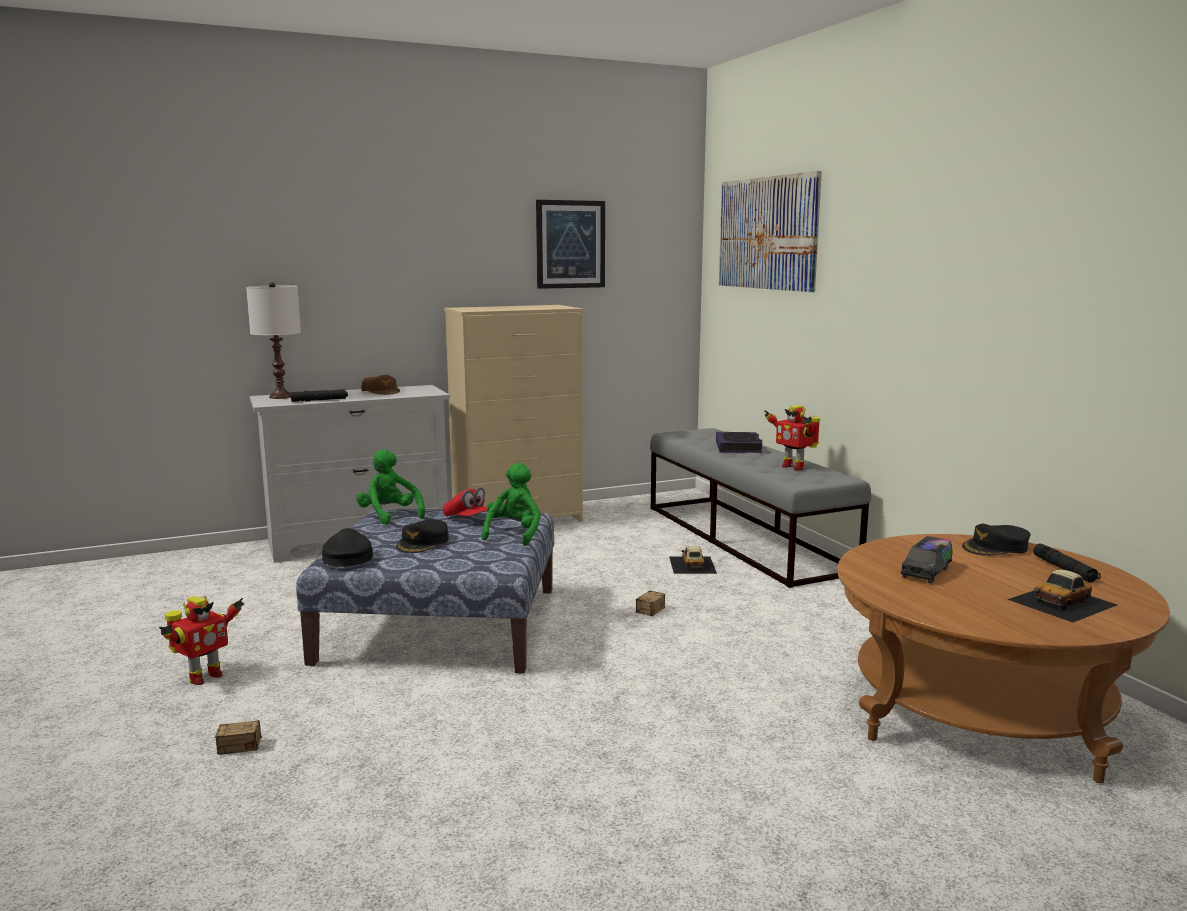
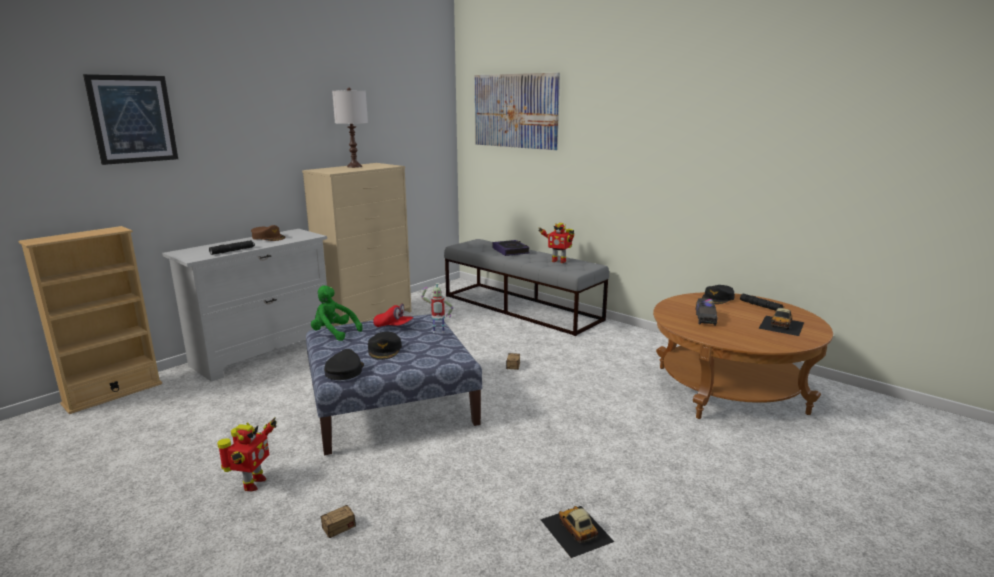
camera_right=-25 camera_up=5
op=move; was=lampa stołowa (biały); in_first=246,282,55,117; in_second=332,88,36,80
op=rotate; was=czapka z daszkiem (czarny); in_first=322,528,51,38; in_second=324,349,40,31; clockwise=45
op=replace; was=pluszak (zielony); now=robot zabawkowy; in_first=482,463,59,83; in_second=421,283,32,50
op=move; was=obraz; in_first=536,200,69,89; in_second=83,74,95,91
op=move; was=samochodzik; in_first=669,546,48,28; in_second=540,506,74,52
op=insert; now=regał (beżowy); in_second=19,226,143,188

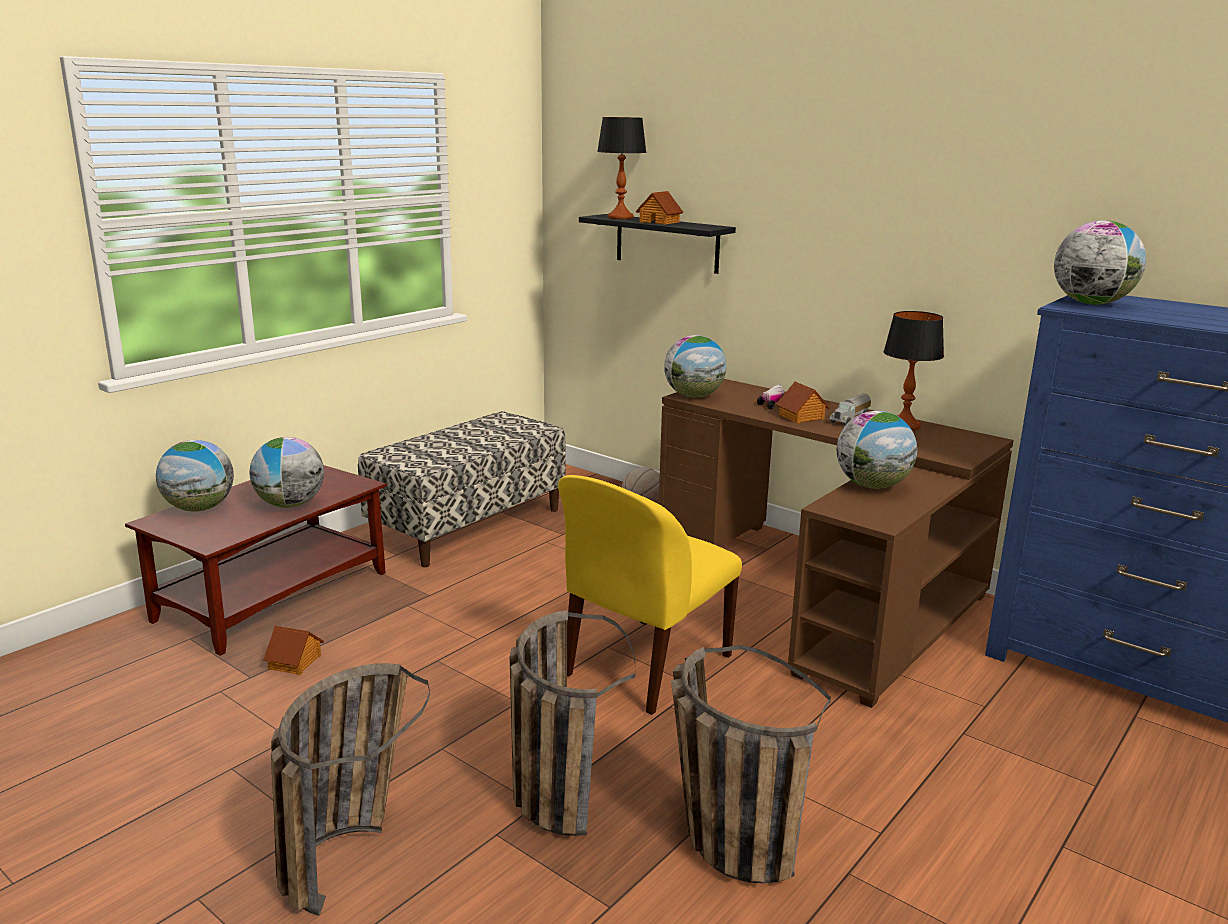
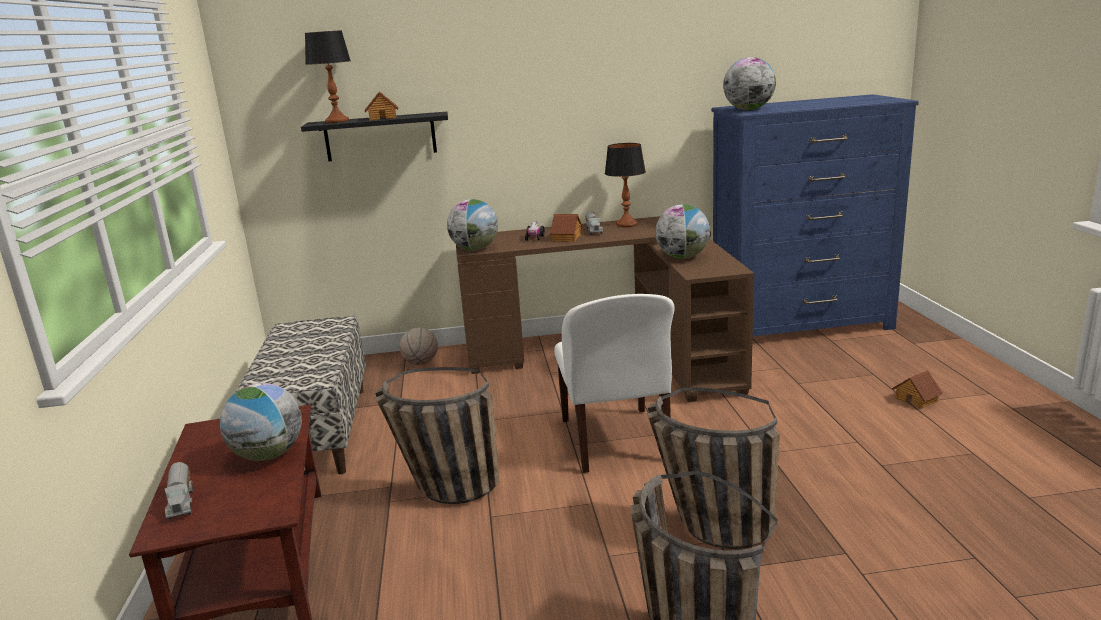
camera_right=-45 camera_up=0
op=replace; was=globus; now=ciężarówka zabawkowa; in_first=156,440,78,72; in_second=165,462,28,57
op=move; was=domek; in_first=263,626,61,49; in_second=892,370,51,39
op=recolor; was=krzesło (żółty); now=krzesło (biały); in_first=558,475,184,240; in_second=554,294,121,179
op=move; was=koszyk; in_first=671,645,160,238; in_second=375,367,125,137

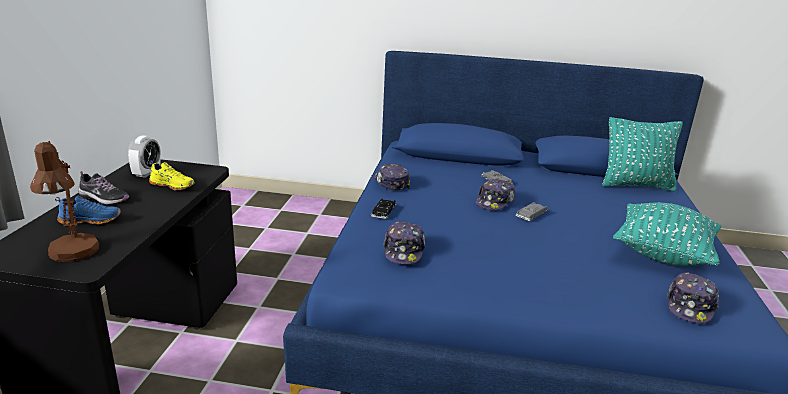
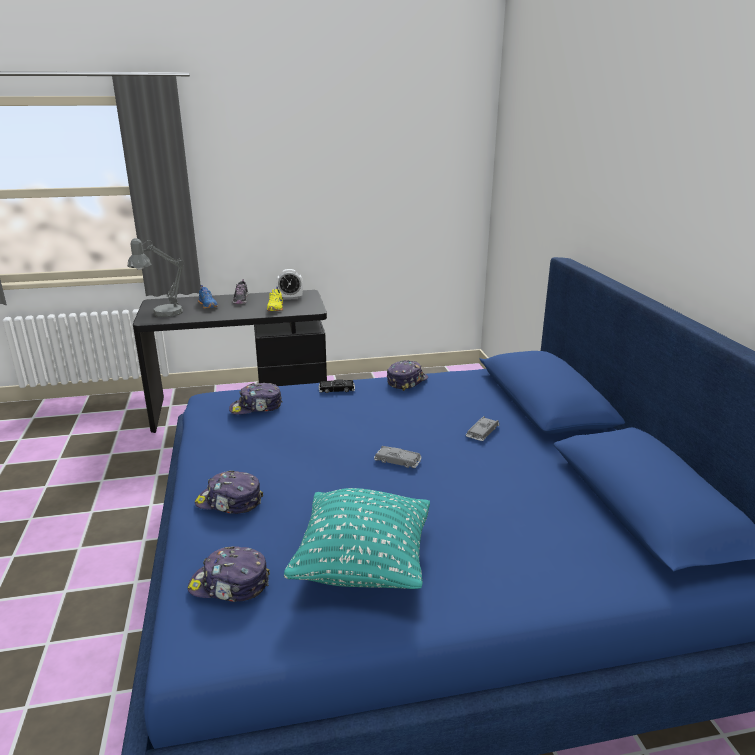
camera_right=70 camera_up=0
op=recolor; was=lampa stołowa (brązowy); now=lampa stołowa (szary); in_first=30,141,69,121; in_second=128,238,56,79
op=move; was=czapka z daszkiem; in_first=476,178,39,32; in_second=195,471,68,43
op=delete; was=poduszka (turkusowy); in_first=602,117,81,74

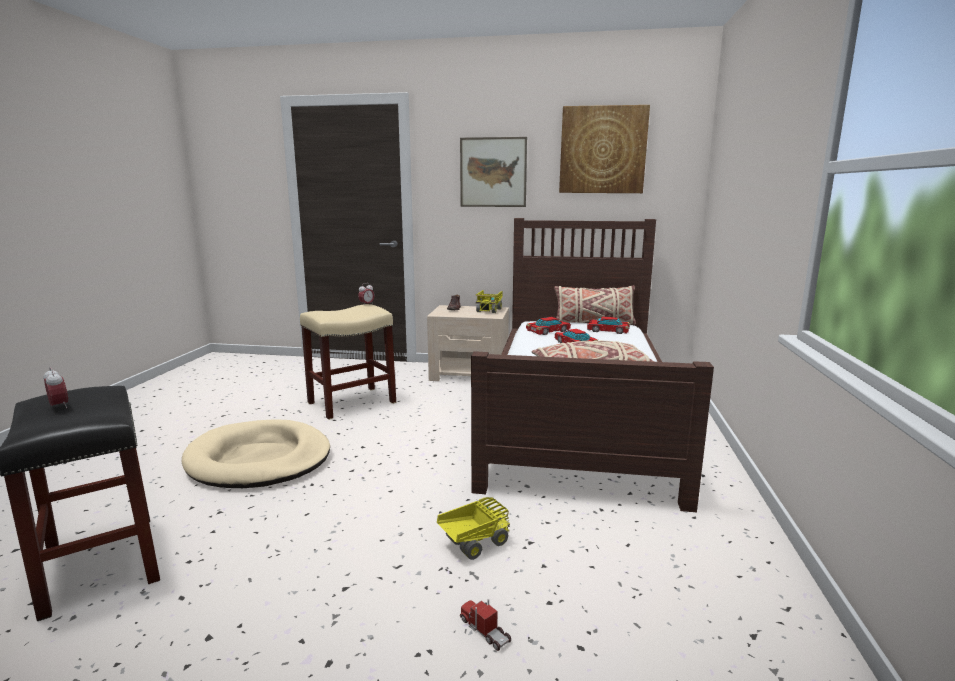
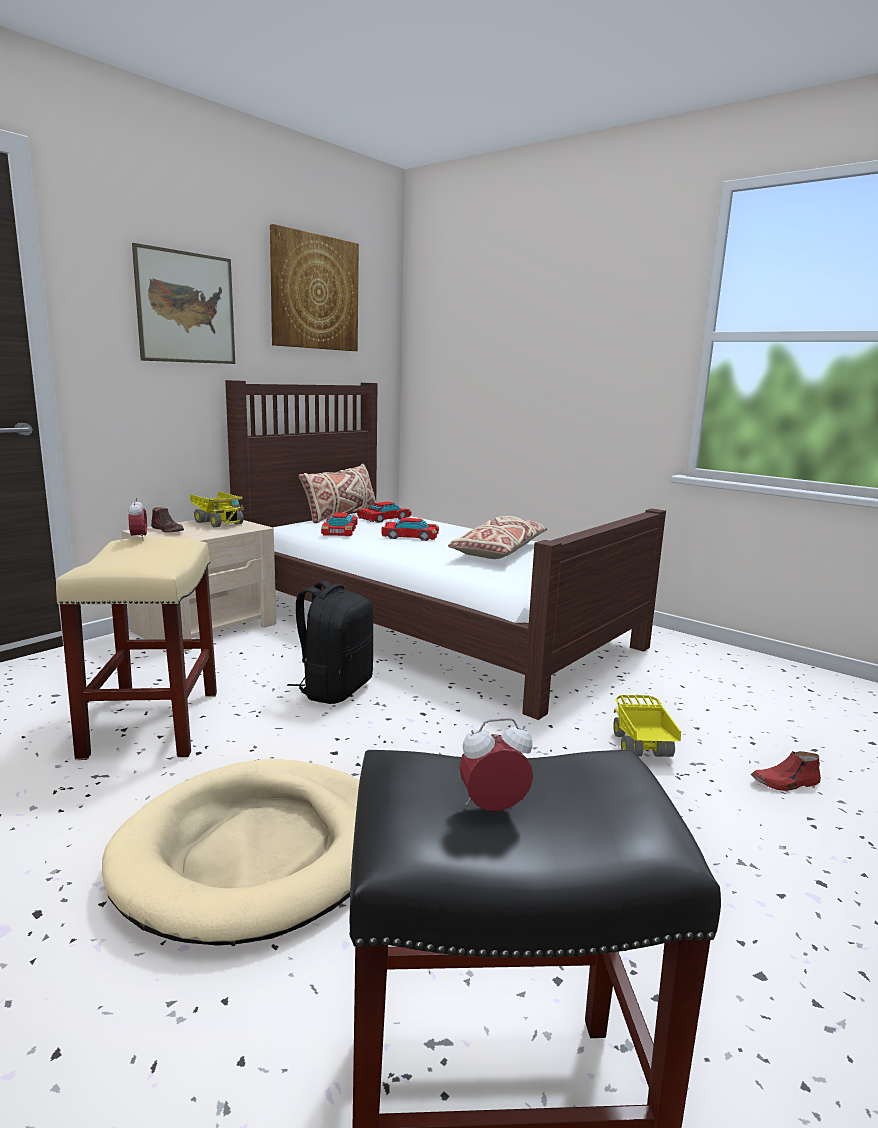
camera_right=-60 camera_up=0
op=replace; was=ciężarówka zabawkowa; now=but (czerwony); in_first=460,599,51,52; in_second=751,751,70,40
op=insert; now=plecak (czarny); in_second=287,580,86,124

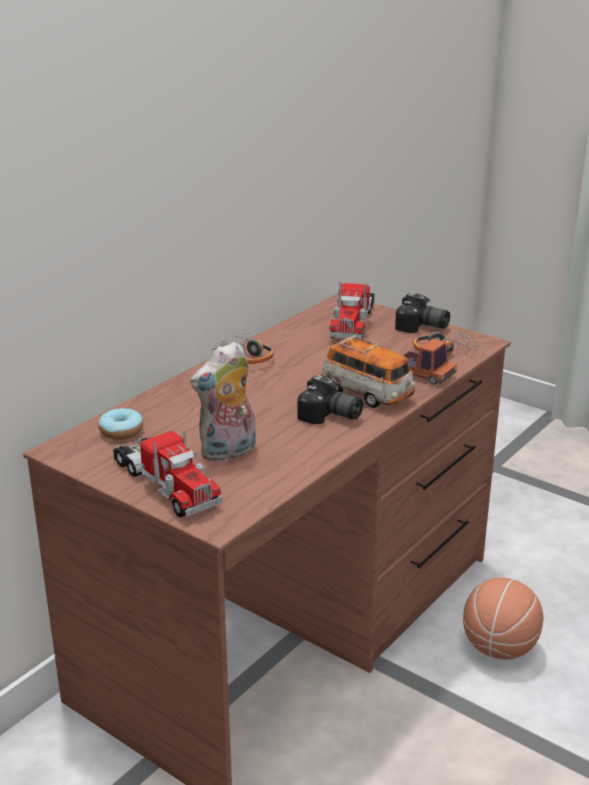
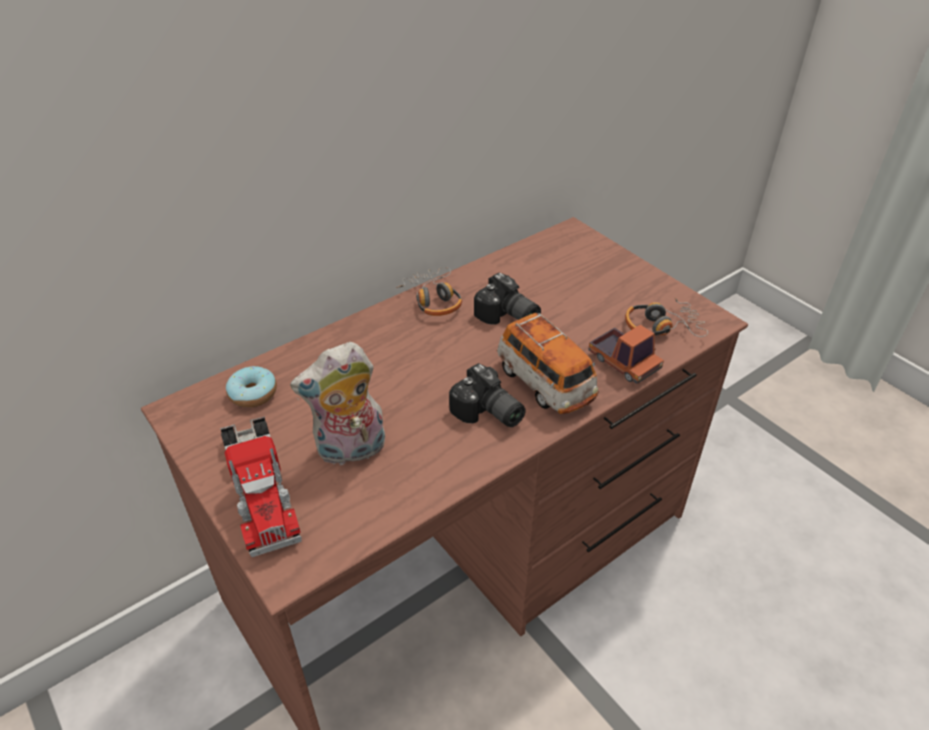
camera_right=15 camera_up=15
op=delete; was=ciężarówka zabawkowa; in_first=329,282,46,58
op=move; was=aparat fotograficzny; in_first=395,293,55,40; in_second=474,273,67,52
op=delete; was=piłka do koszykówki; in_first=463,578,80,82

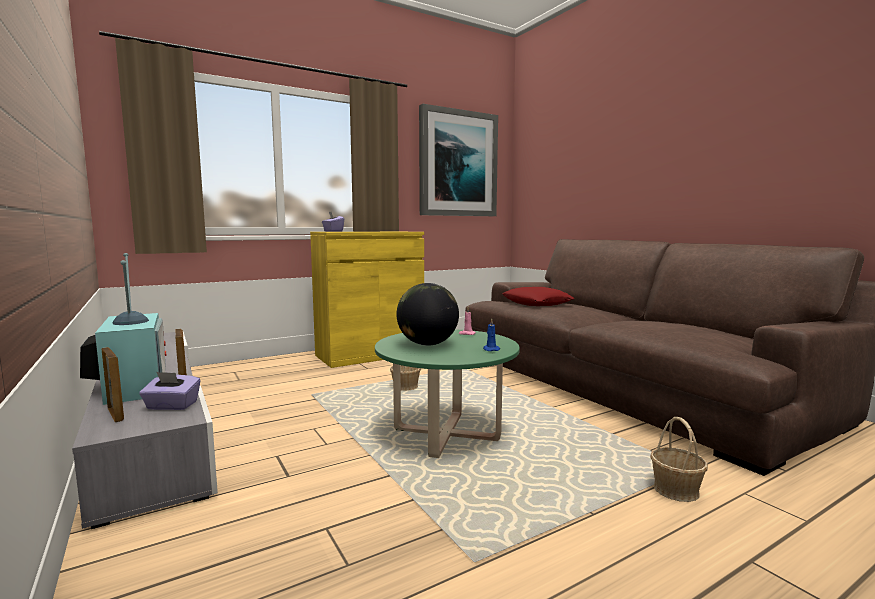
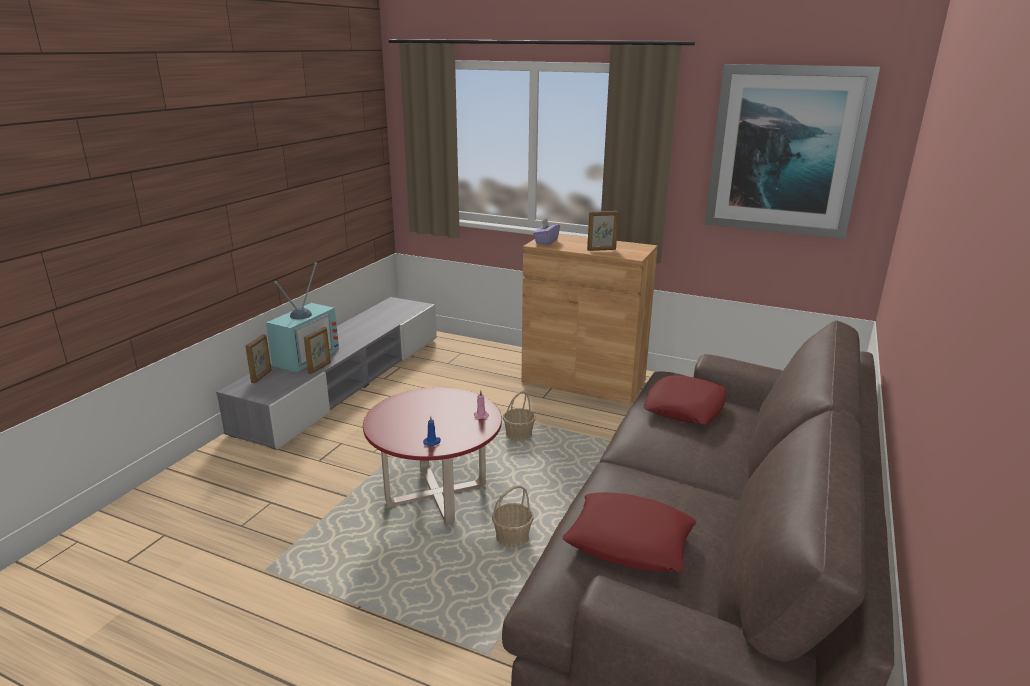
camera_right=55 camera_up=15
op=delete; was=pudełko chusteczek (fioletowy); in_first=139,372,62,38
op=recolor; was=szafka (żółty); now=szafka (brązowy); in_first=310,232,114,136; in_second=521,234,137,170
op=recolor; was=ława (zielony); now=ława (czerwony); in_first=375,329,145,129; in_second=363,387,139,137
op=delete; was=globus; in_first=397,283,62,63
op=move; was=koszyk; in_first=650,417,58,85; in_second=492,485,42,63
op=insert; now=poduszka (czerwony); in_second=562,492,134,80
op=insert; now=ramka na zdjęcie; in_second=587,211,32,40

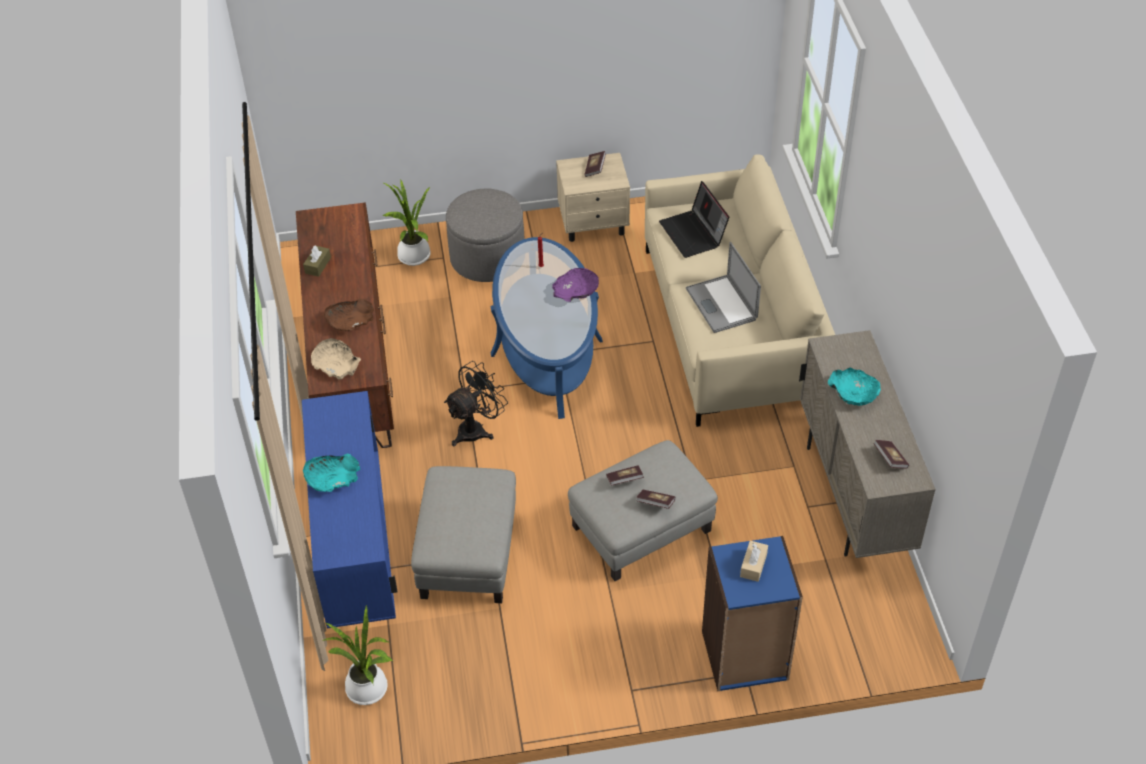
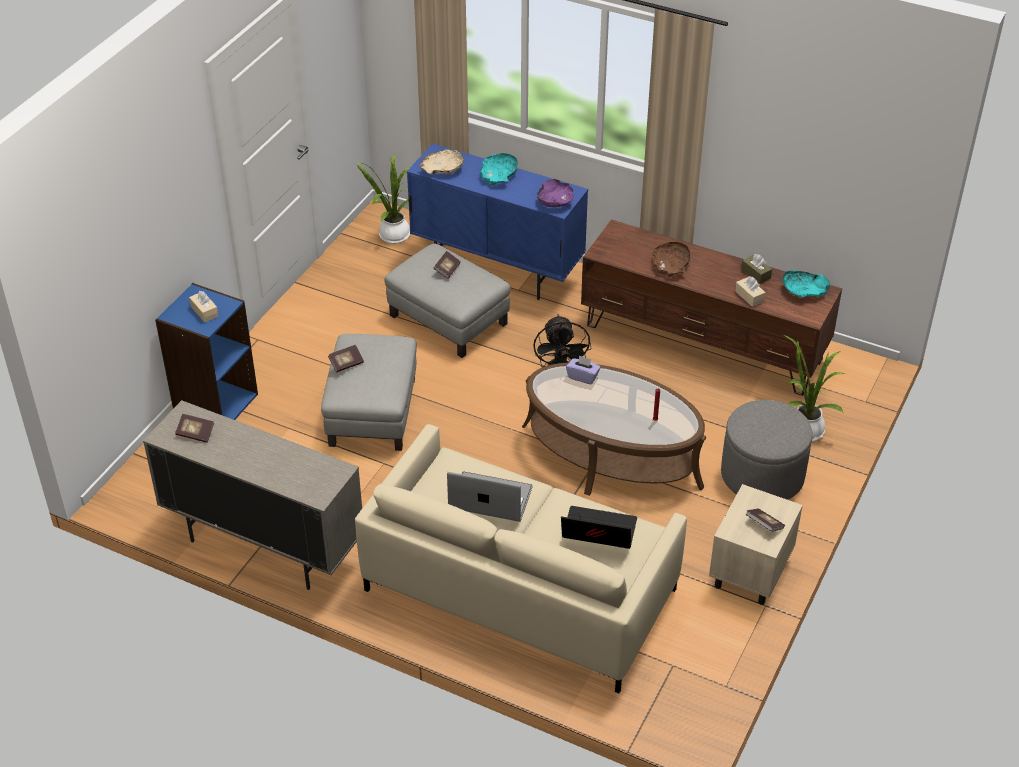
camera_right=125 camera_up=-5
op=move; was=miska (beżowy); in_first=311,338,50,42; in_second=420,149,44,25
op=recolor; was=ława (niebieski); now=ława (brązowy); in_first=491,237,112,182; in_second=522,363,184,133
op=move; was=miska (fioletowy); in_first=552,268,47,34; in_second=537,179,37,29
op=move; was=książka; in_first=606,465,38,20; in_second=434,251,27,28
op=move; was=miska (turkusowy); in_first=828,368,53,38; in_second=783,270,47,27
op=insert; now=pudełko chusteczek (fioletowy); in_second=566,355,35,30
op=insert; now=pudełko chusteczek (beżowy); in_second=735,276,31,31

